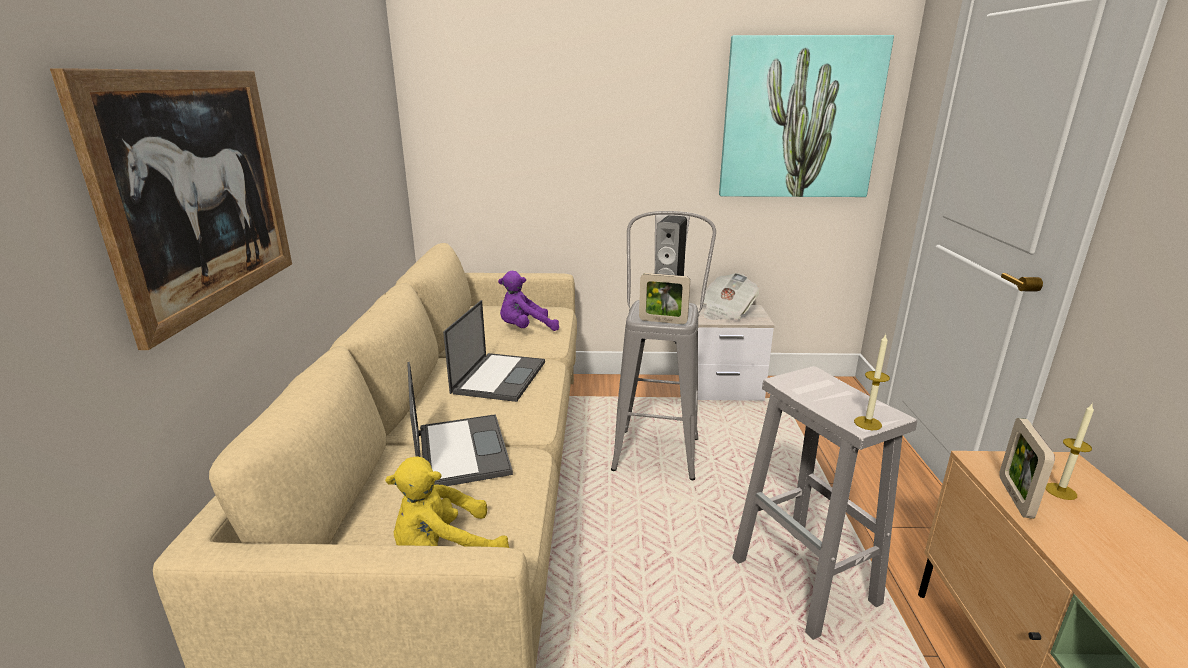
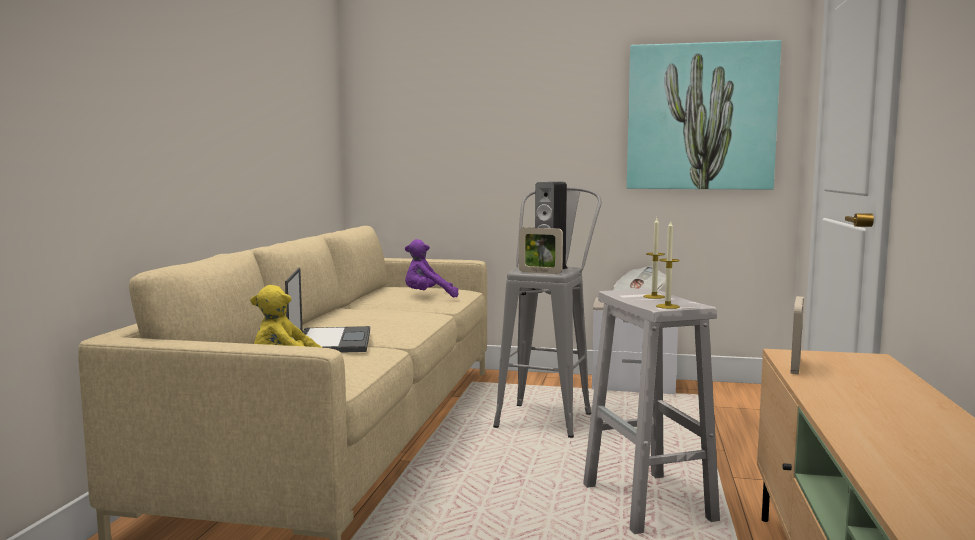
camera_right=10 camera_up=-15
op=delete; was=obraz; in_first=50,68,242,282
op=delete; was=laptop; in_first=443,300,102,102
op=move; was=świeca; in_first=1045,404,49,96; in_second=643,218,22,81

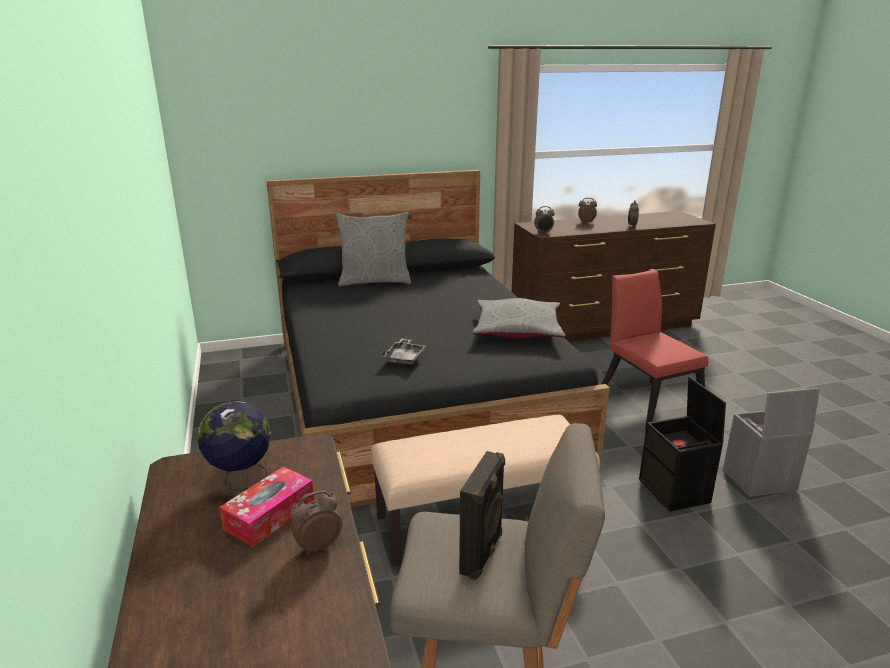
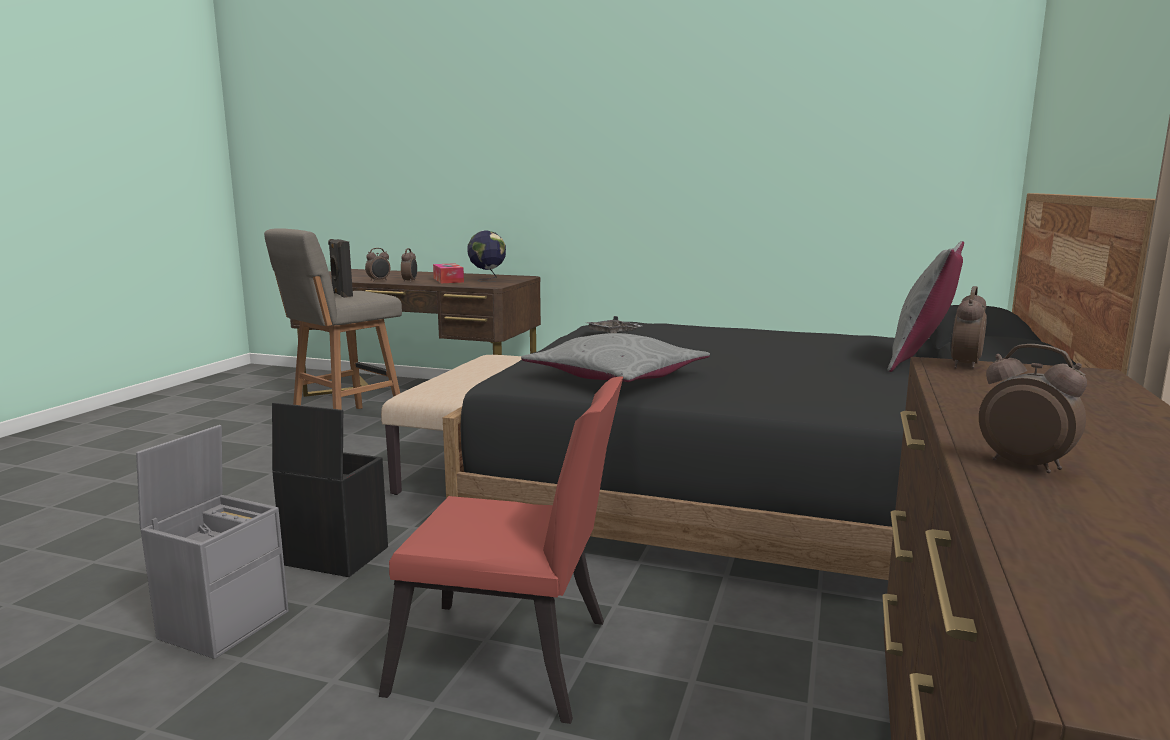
camera_right=125 camera_up=-10
op=move; was=budzik; in_first=578,198,19,25; in_second=365,248,26,34

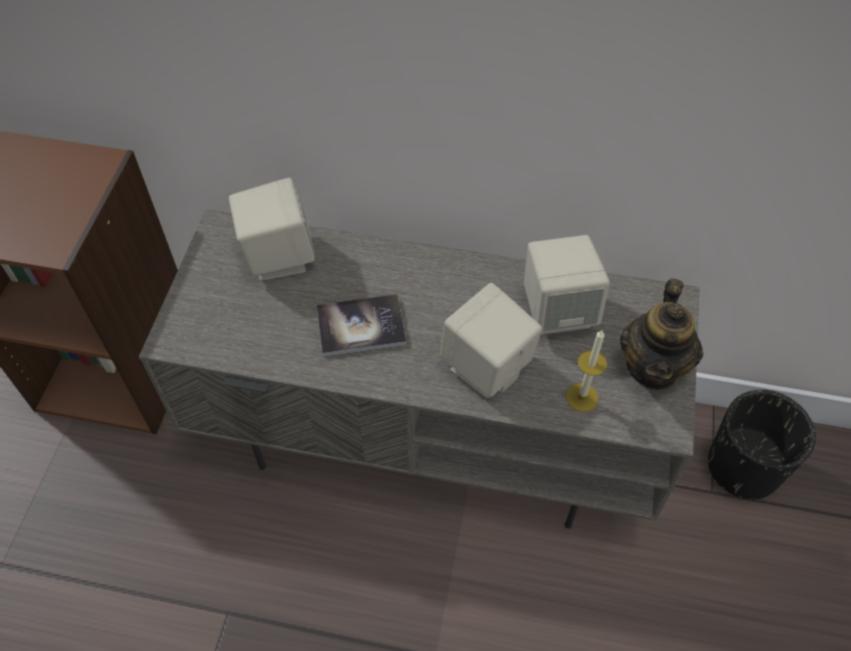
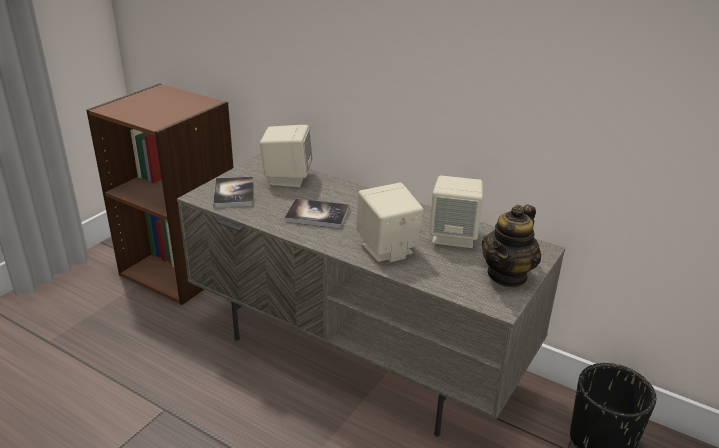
camera_right=20 camera_up=-25
op=delete; was=świeca; in_first=566,330,41,82
op=insert; now=książka; in_second=213,177,40,31

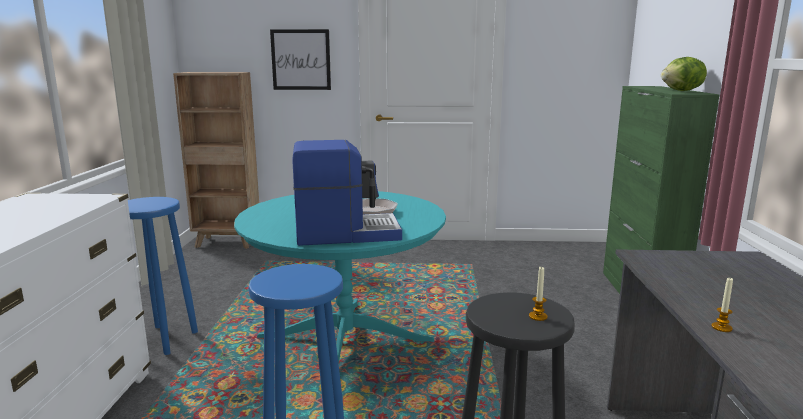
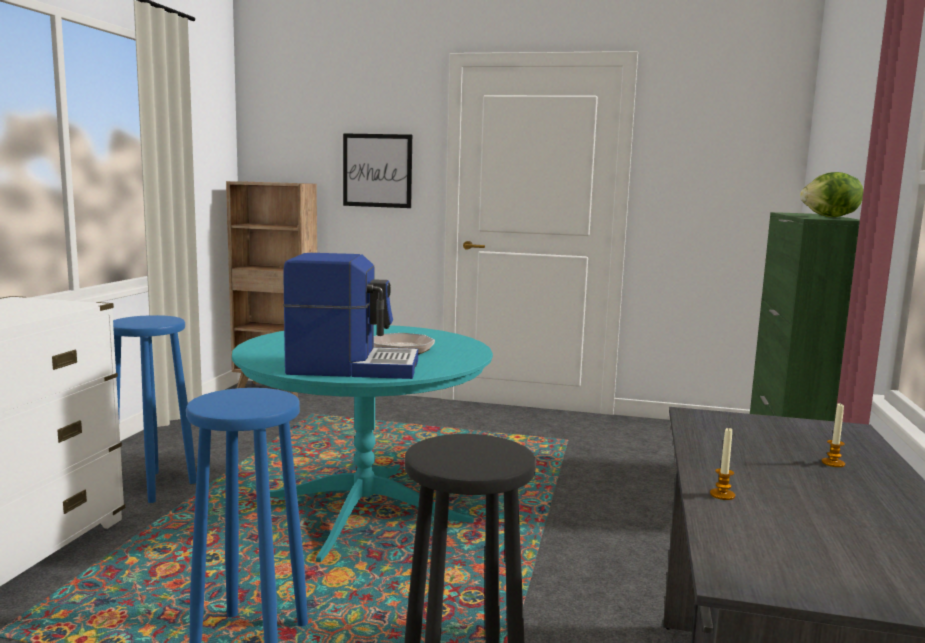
camera_right=10 camera_up=-5
op=move; was=świeca; in_first=529,267,19,54; in_second=822,403,23,64

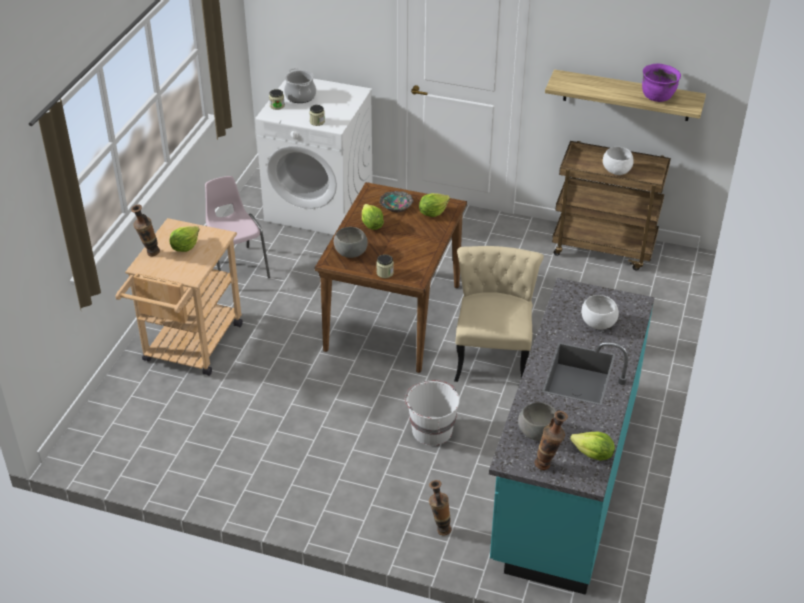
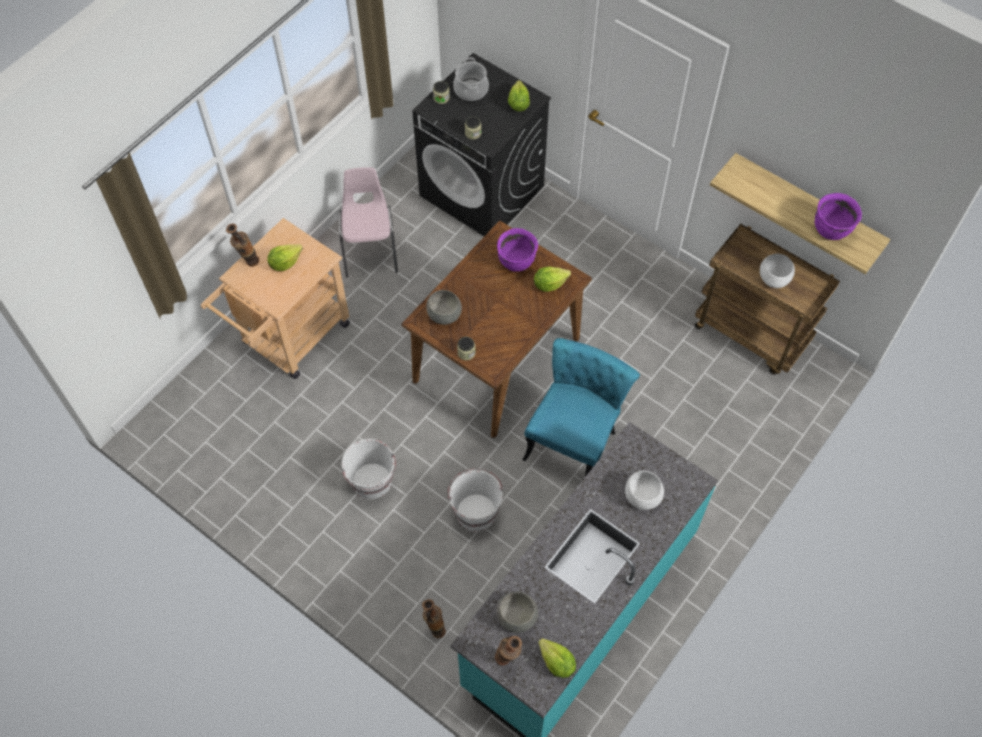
camera_right=20 camera_up=20
op=recolor; was=pralka (biały); now=pralka (czarny); in_first=255,79,118,156; in_second=412,53,139,183
op=move; was=sałata; in_first=362,204,22,26; in_second=508,80,22,31
op=replace; was=miska; now=garnek (fioletowy); in_first=380,190,34,23; in_second=497,228,41,44
op=recolor; was=krzesło (beżowy); now=krzesło (turkusowy); in_first=454,246,90,136; in_second=522,338,118,139
op=insert; now=wiadro (biały); in_second=342,439,54,60

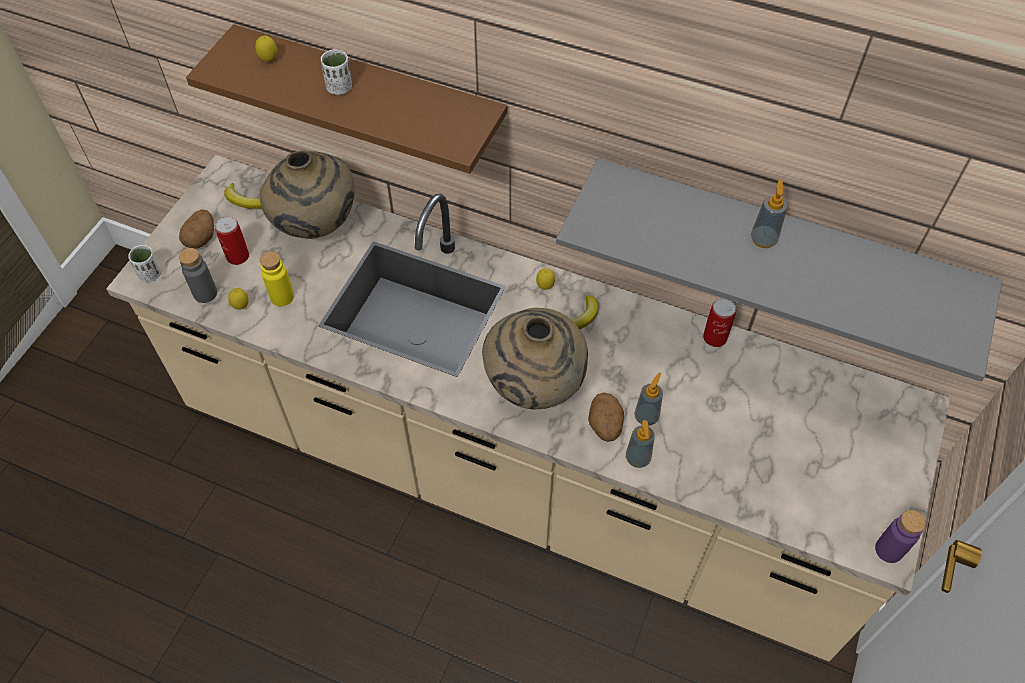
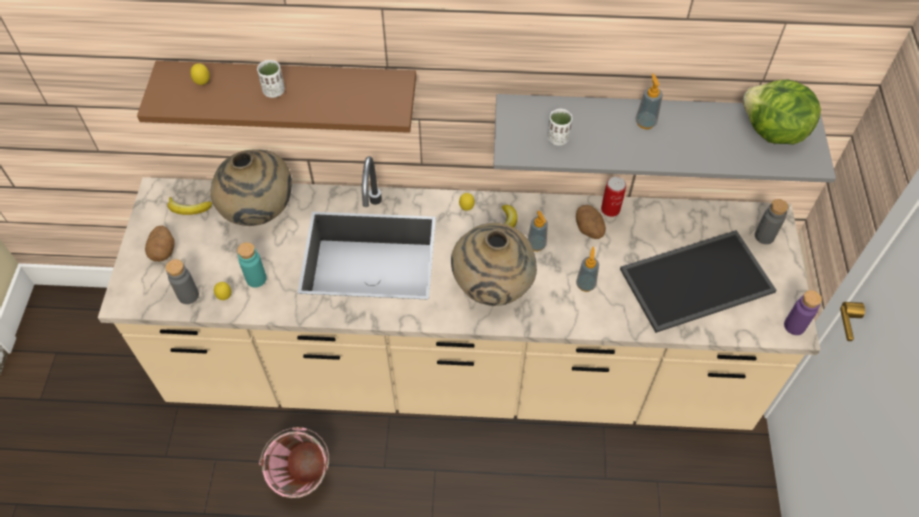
camera_right=-20 camera_up=0
op=move; was=filiżanka (biały); in_first=128,245,33,37; in_second=547,109,26,37
op=delete; was=puszka; in_first=215,216,34,49
op=recolor; was=butelka (żółty); now=butelka (turkusowy); in_first=260,251,34,55; in_second=237,242,30,46
op=move; was=ziemniak; in_first=588,393,36,49; in_second=576,205,30,34
op=move; was=dozownik mydła; in_first=626,420,29,48; in_second=528,211,20,40
op=insert; now=wiadro (różowy); in_second=259,427,70,71
op=insert; now=taca; in_second=620,230,157,103
op=insert; now=sałata; in_second=743,80,78,65
op=insert; now=butelka (szary); in_second=755,199,33,45

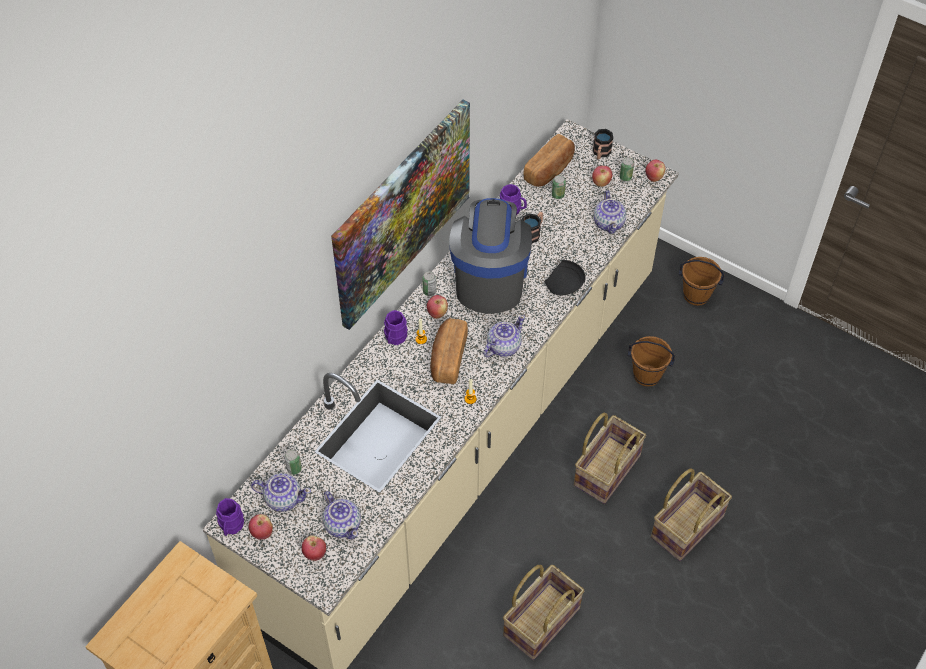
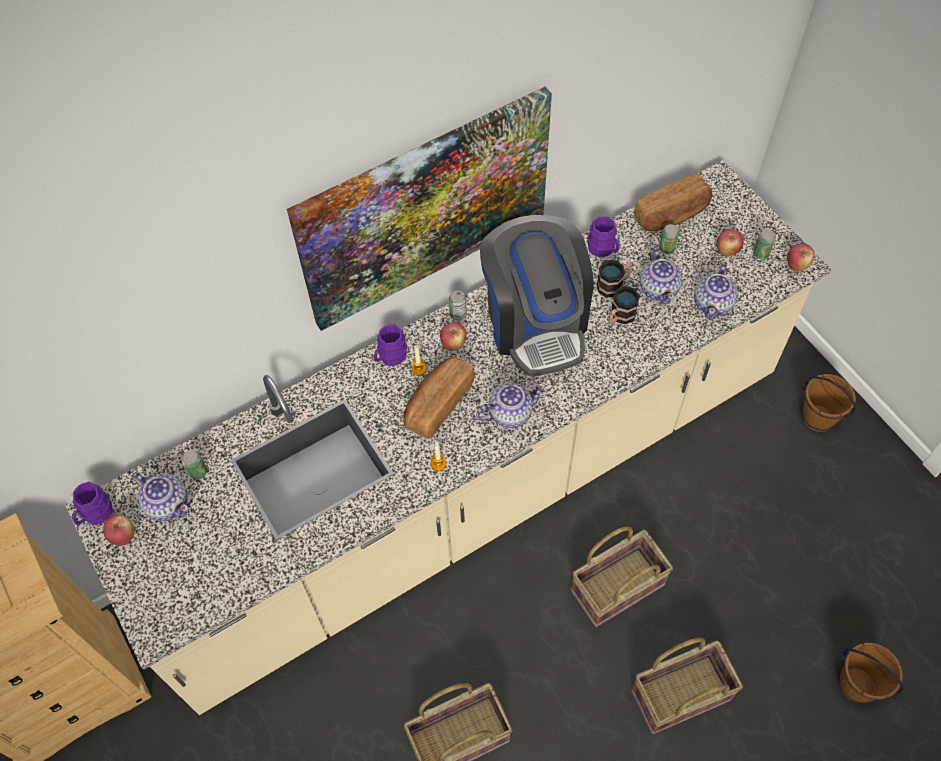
camera_right=25 camera_up=5
op=delete; was=jabłko; in_first=302,535,24,26
op=move; was=imbryk; in_first=323,491,38,49; in_second=640,247,42,58
op=rotate; was=ekspres do kawy; in_first=449,198,83,116; in_second=480,215,114,161; clockwise=135
op=delete; was=talerz (czarny); in_first=545,260,41,35
op=move; was=kubek; in_first=593,129,20,31; in_second=609,286,31,39
op=move; was=wiadro (brązowy); in_first=628,336,47,51; in_second=839,643,66,60

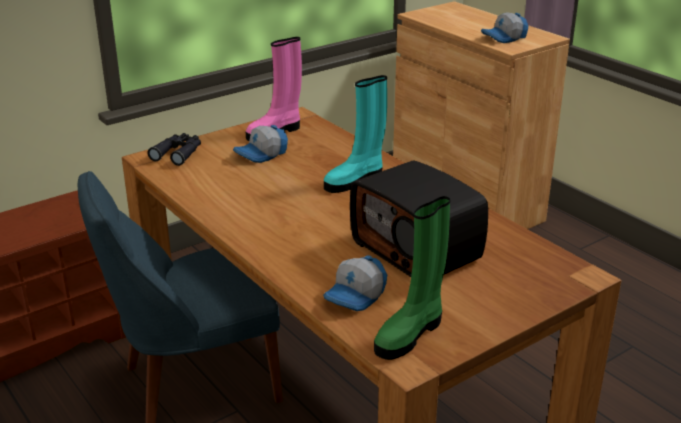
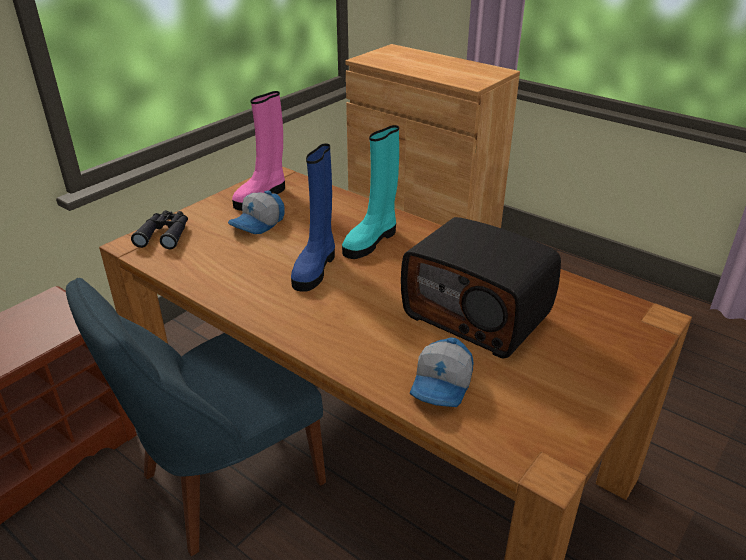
camera_right=-15 camera_up=5
op=delete; was=but z cholewką (zielony); in_first=374,196,77,164
op=delete; was=czapka z daszkiem; in_first=481,12,47,31
op=insert; now=but z cholewką (niebieski); in_second=291,143,44,149

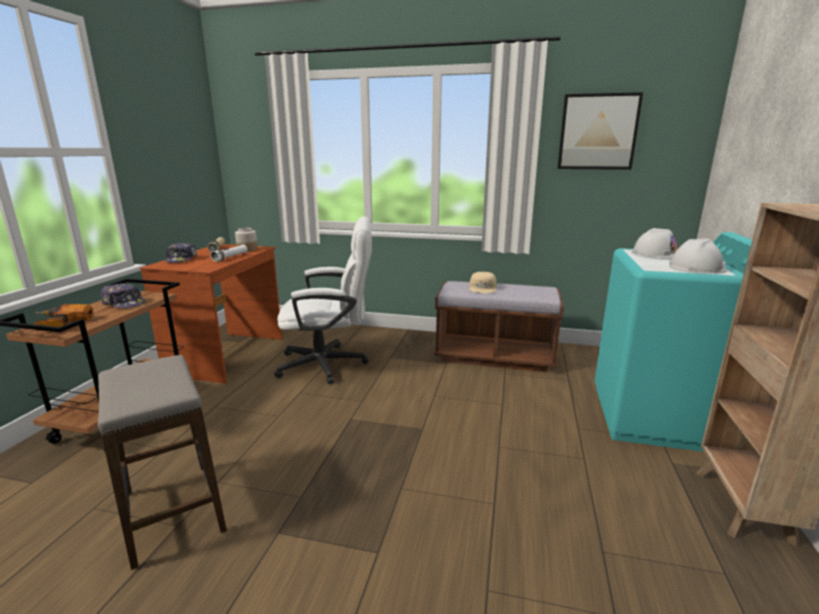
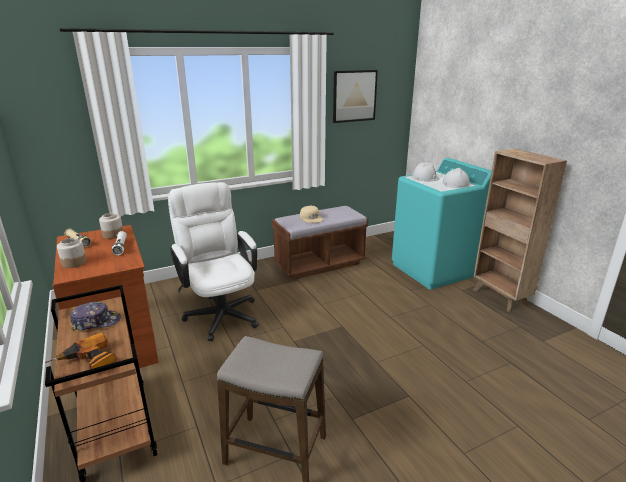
camera_right=-40 camera_up=5
op=replace; was=czapka z daszkiem; now=słoik; in_first=165,242,32,21; in_second=57,238,30,30
op=rotate; was=krzesło biurowe (biały); in_first=274,216,98,168; in_second=168,182,91,159; clockwise=-75

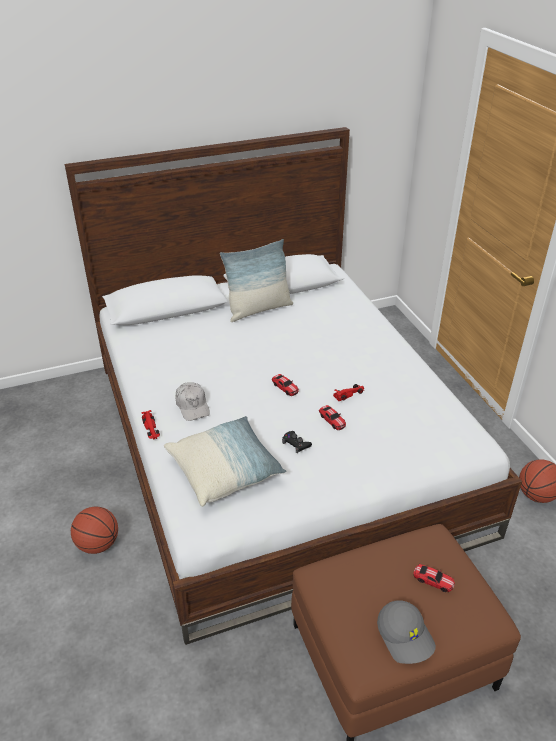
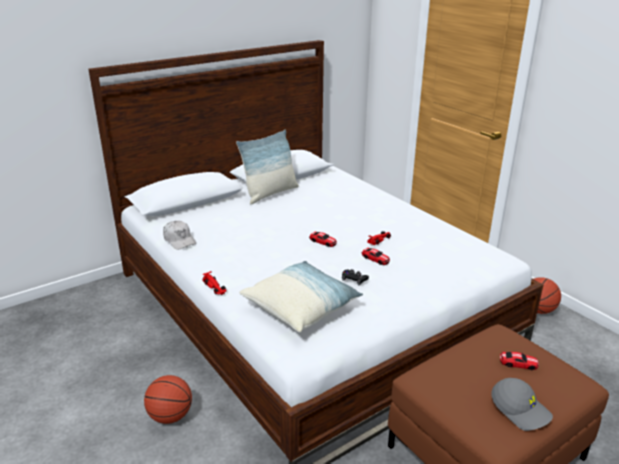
camera_right=-15 camera_up=-10
op=move; was=czapka z daszkiem (biały); in_first=175,382,35,39; in_second=163,220,33,30

